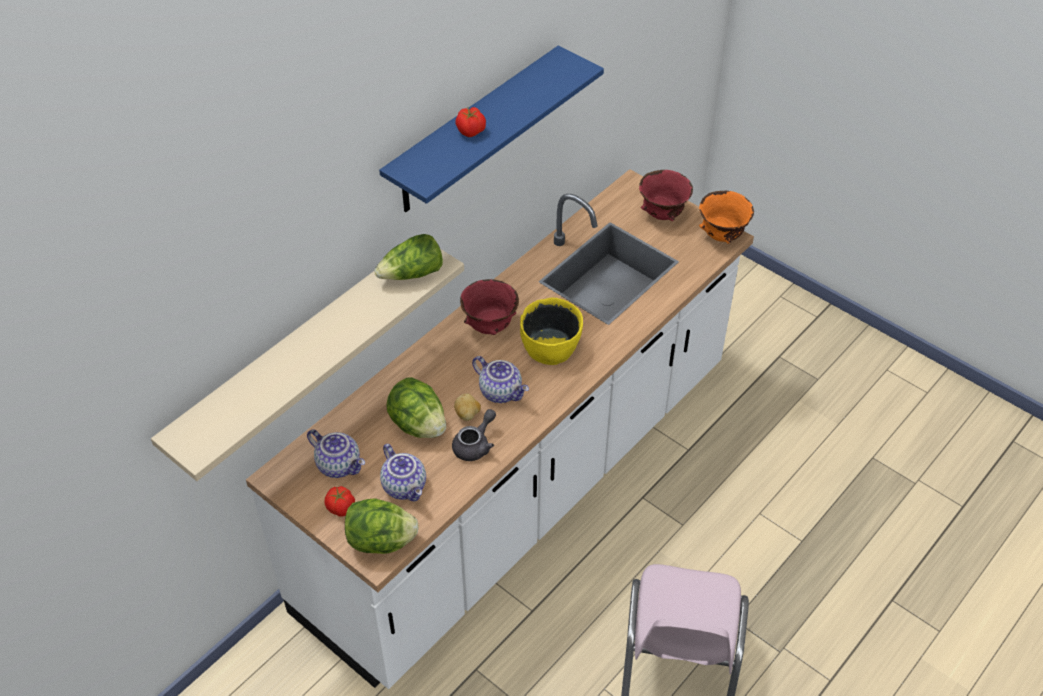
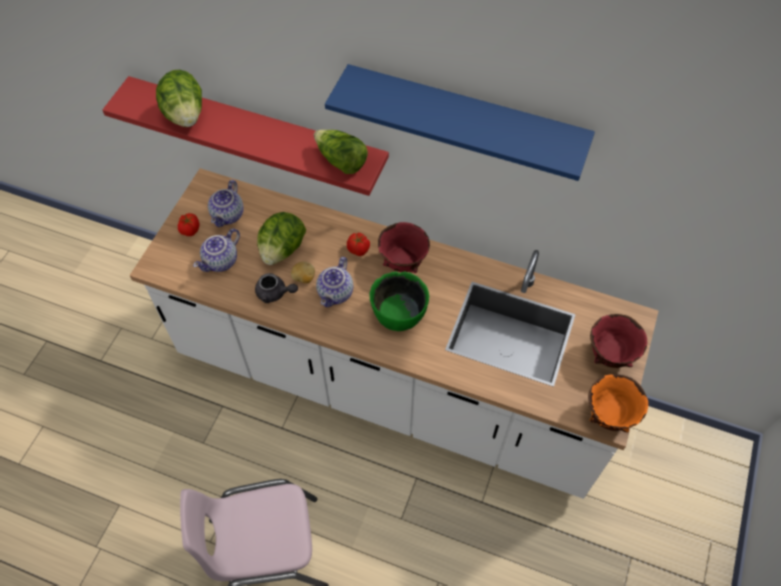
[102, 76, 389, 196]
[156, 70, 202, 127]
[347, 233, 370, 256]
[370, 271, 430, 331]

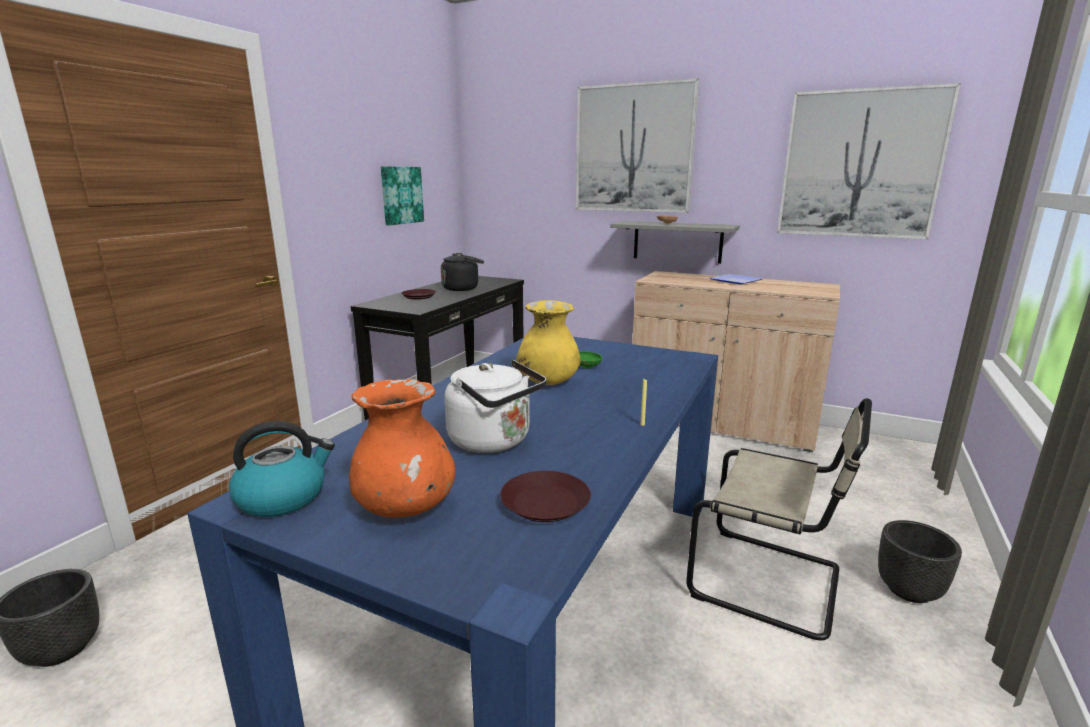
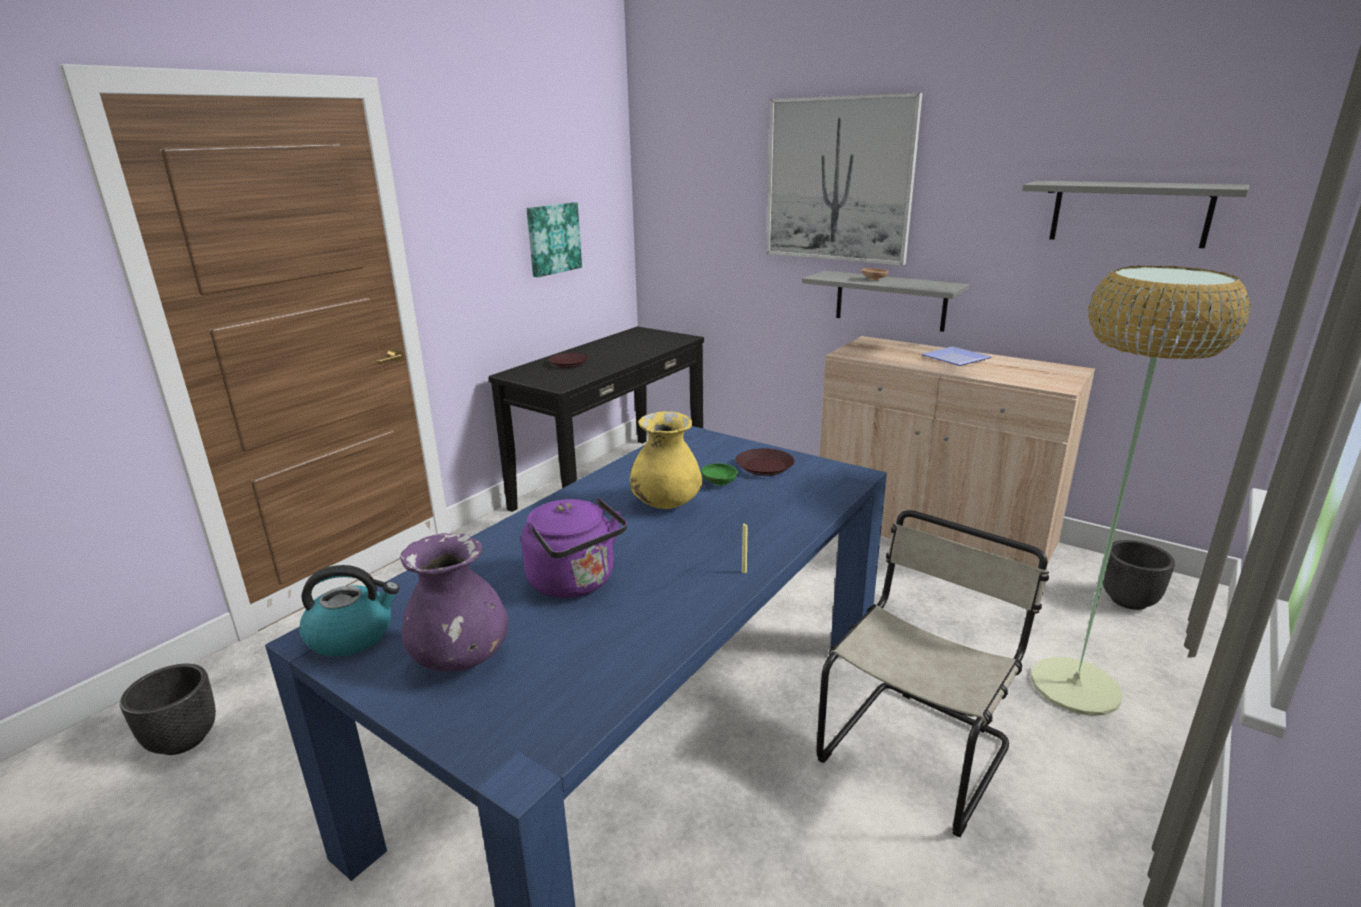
[400, 533, 509, 671]
[521, 497, 627, 598]
[736, 448, 795, 476]
[816, 510, 1049, 837]
[1022, 181, 1249, 248]
[1031, 265, 1250, 716]
[1103, 540, 1175, 610]
[441, 253, 484, 291] (first image)

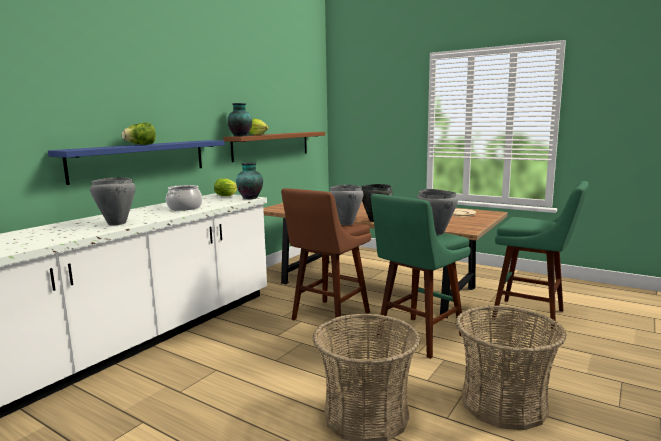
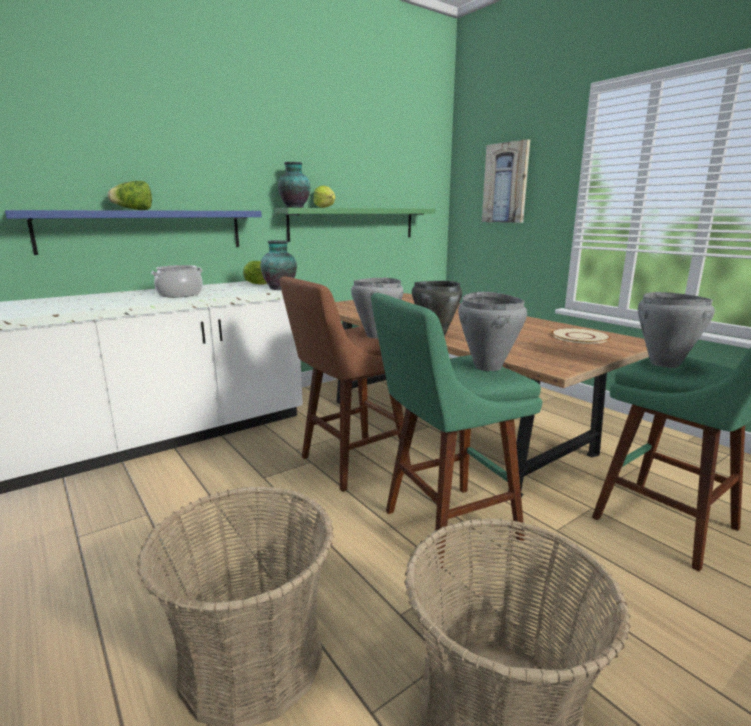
[274, 208, 435, 242]
[482, 139, 530, 223]
[638, 292, 715, 368]

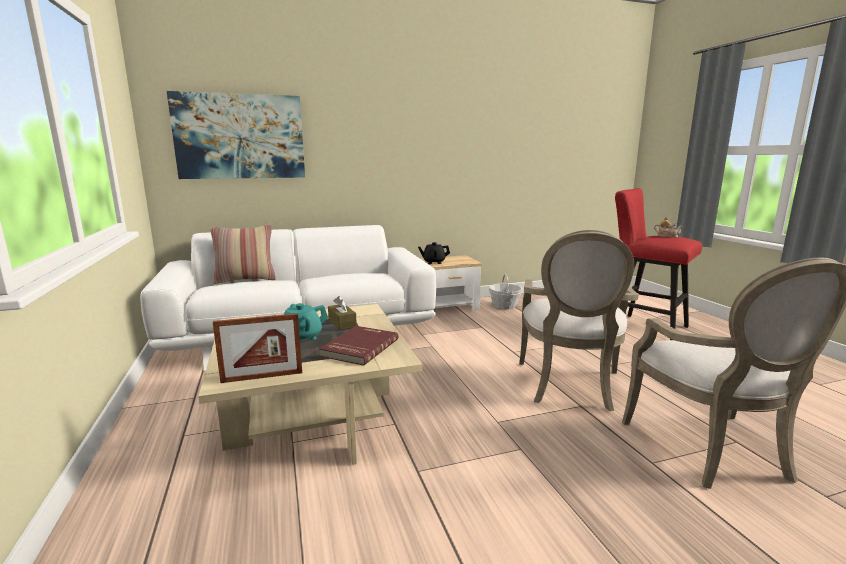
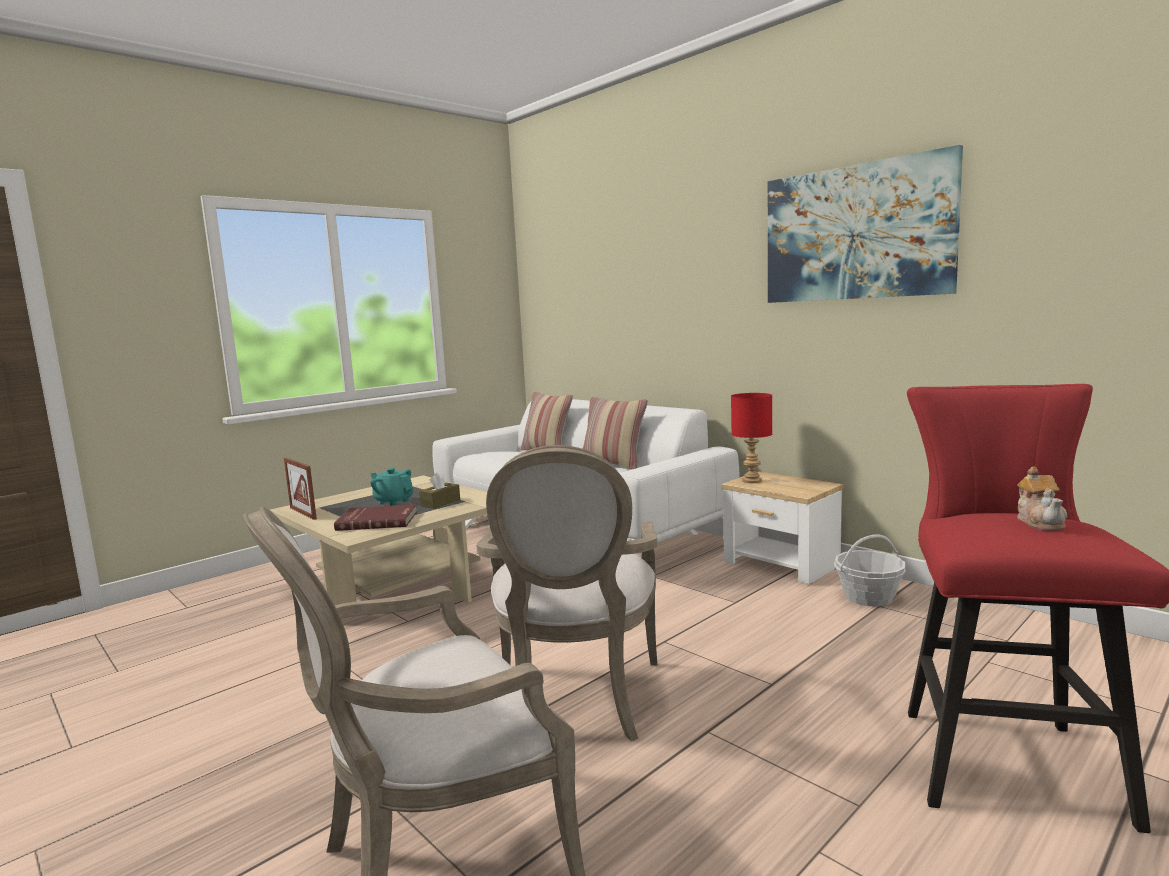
[476, 445, 658, 741]
[583, 397, 648, 469]
[731, 393, 772, 483]
[768, 145, 963, 303]

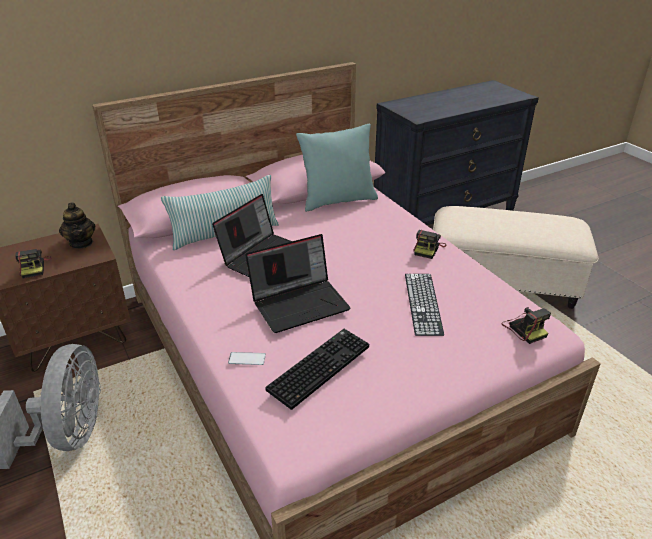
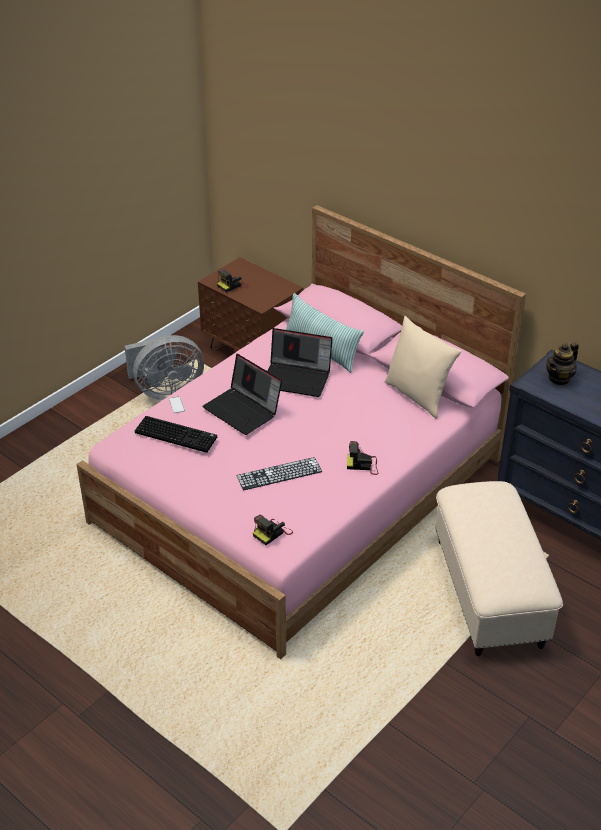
[385, 316, 461, 419]
[546, 342, 579, 386]

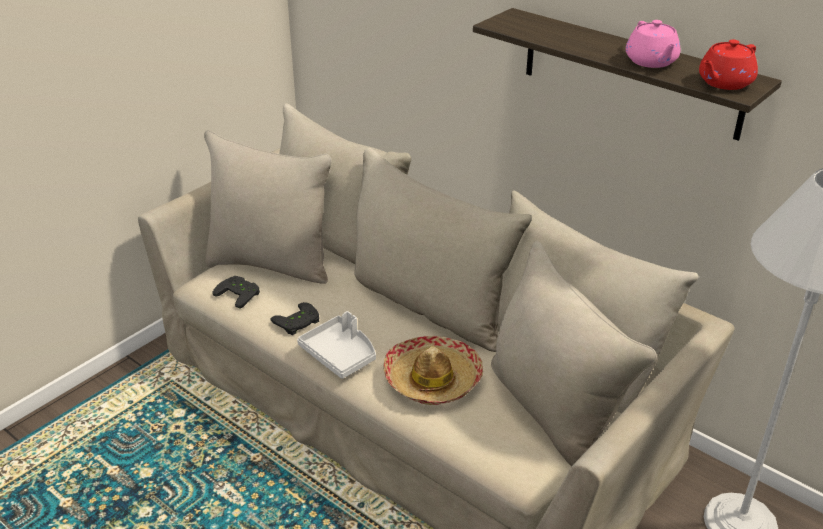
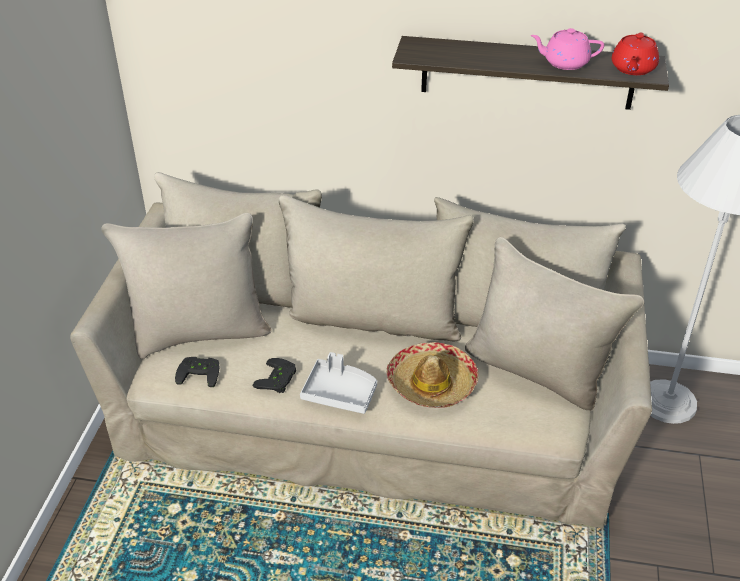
[531, 28, 604, 70]

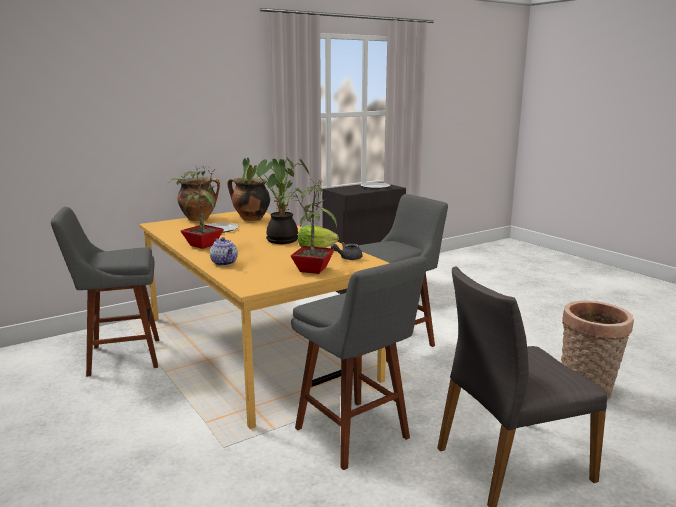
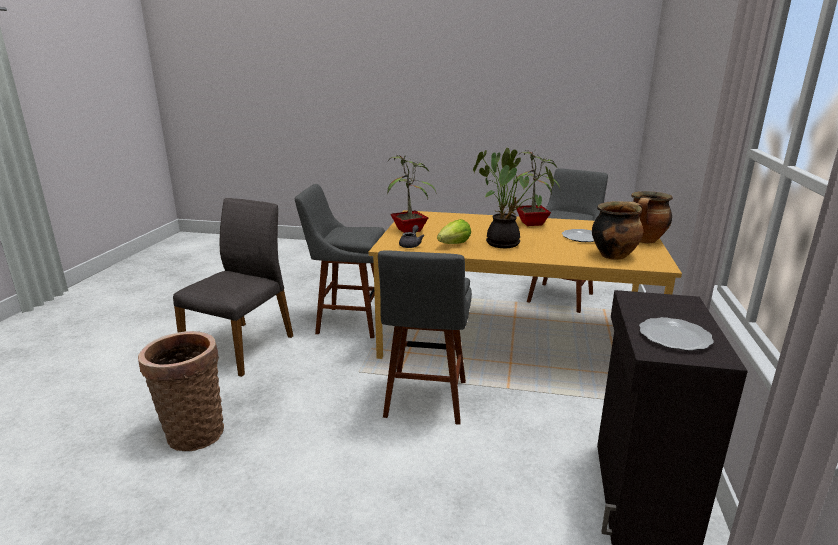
[210, 237, 238, 266] (first image)

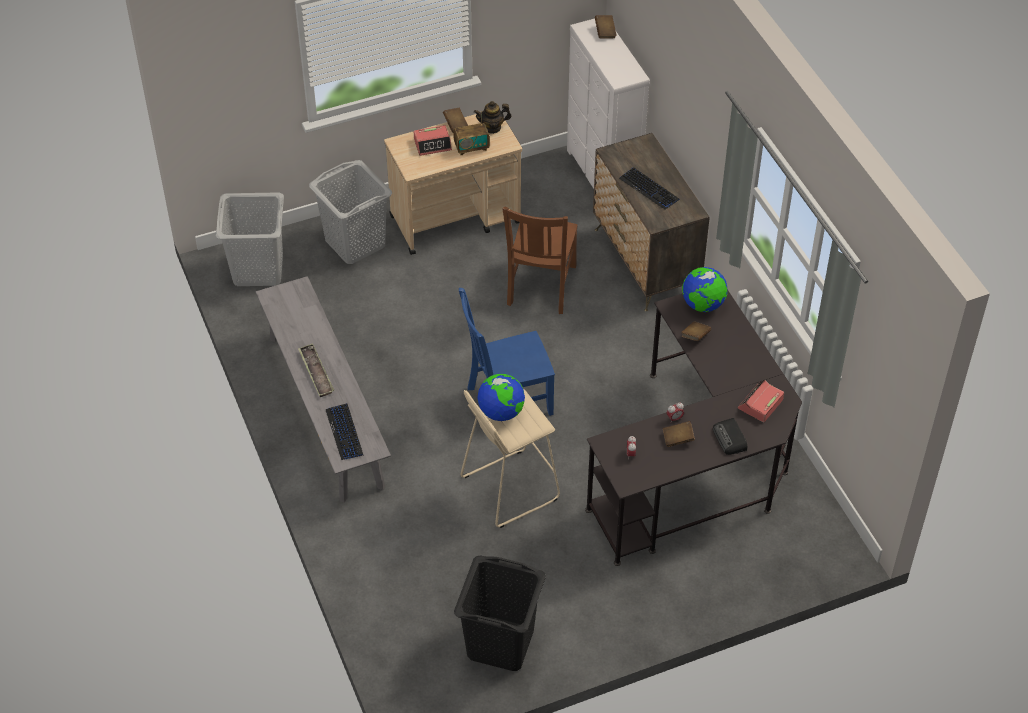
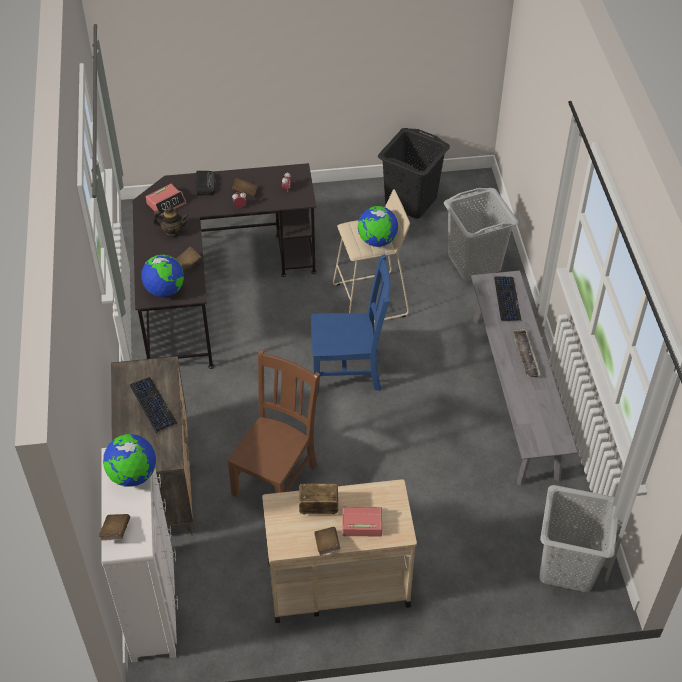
[103, 434, 156, 487]
[153, 207, 189, 237]
[444, 188, 518, 280]

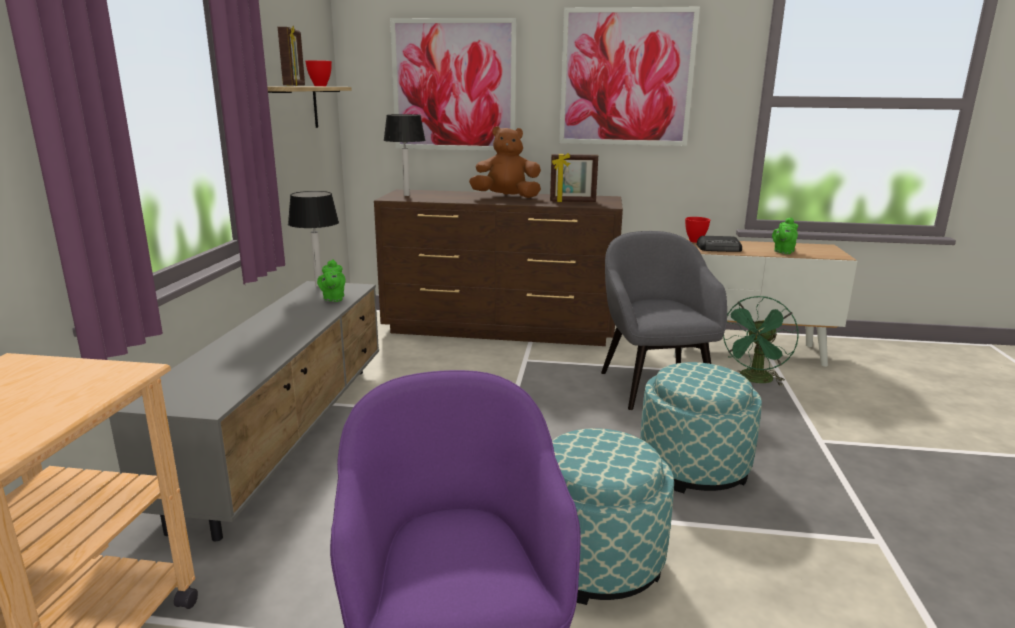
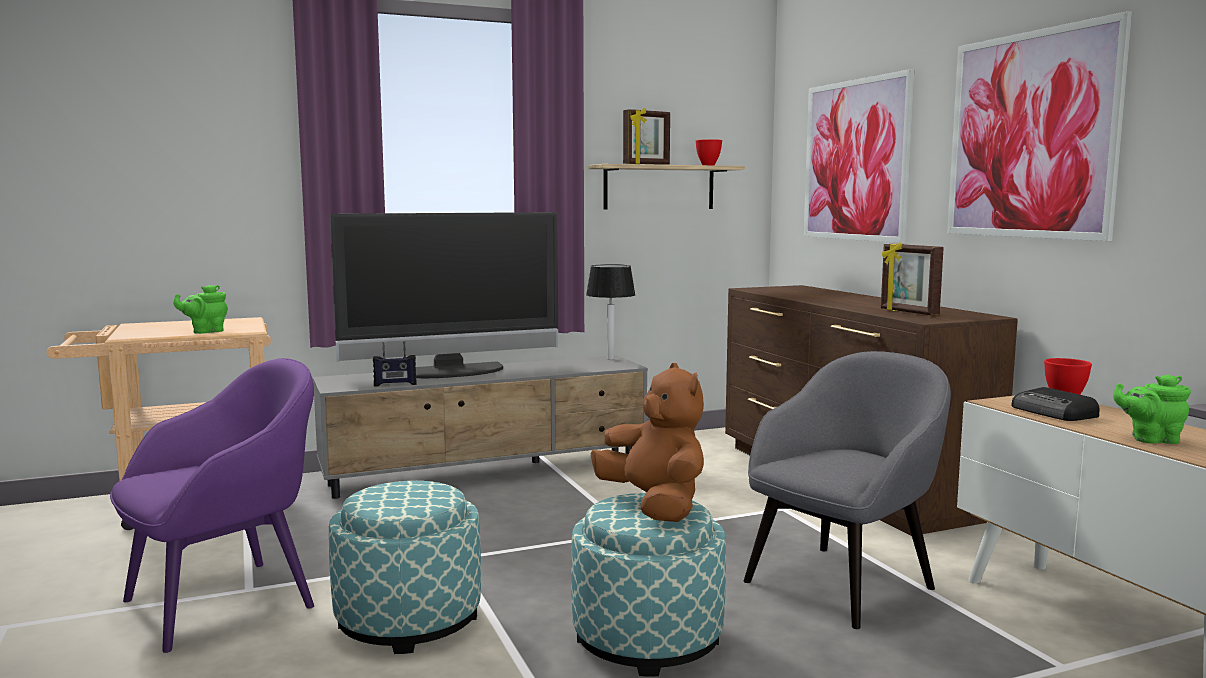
[173, 285, 228, 334]
[330, 212, 558, 378]
[373, 341, 416, 387]
[590, 363, 704, 522]
[384, 114, 426, 196] (first image)
[722, 296, 799, 386] (first image)

